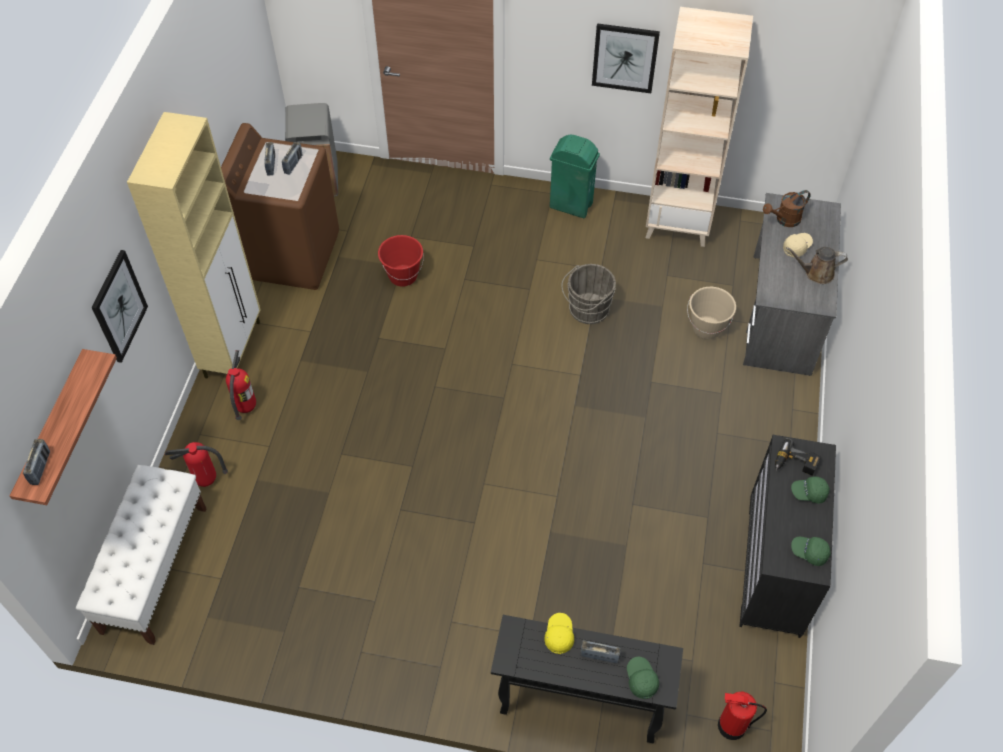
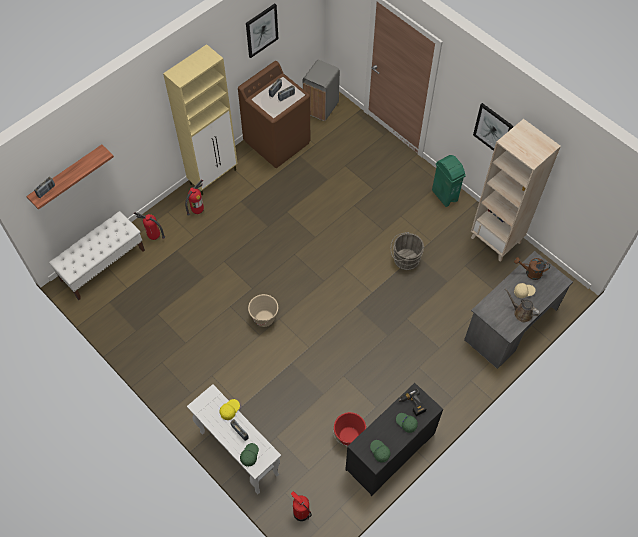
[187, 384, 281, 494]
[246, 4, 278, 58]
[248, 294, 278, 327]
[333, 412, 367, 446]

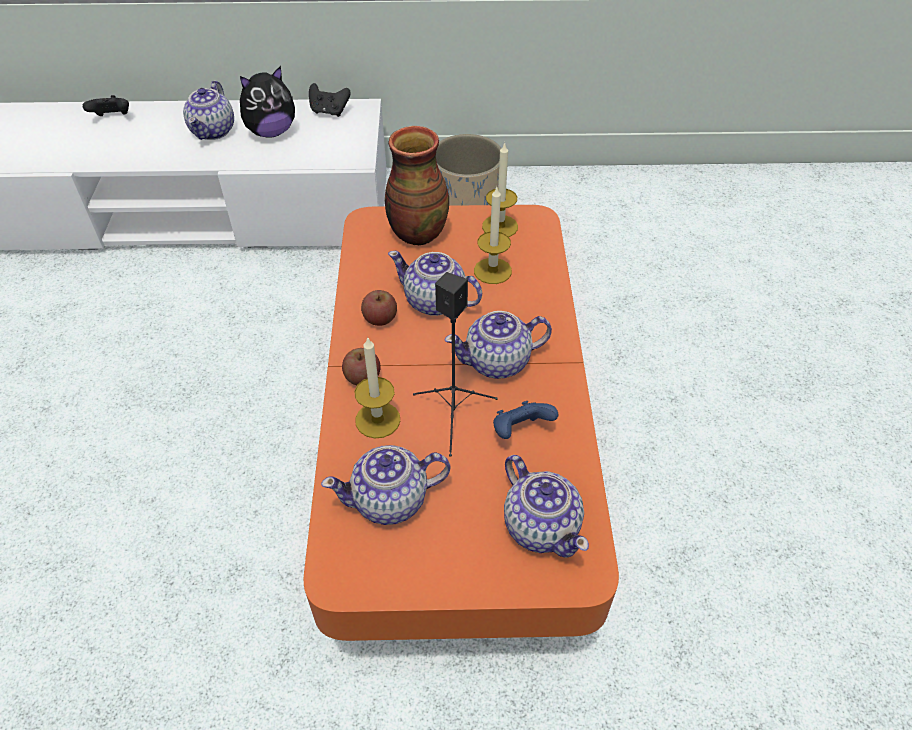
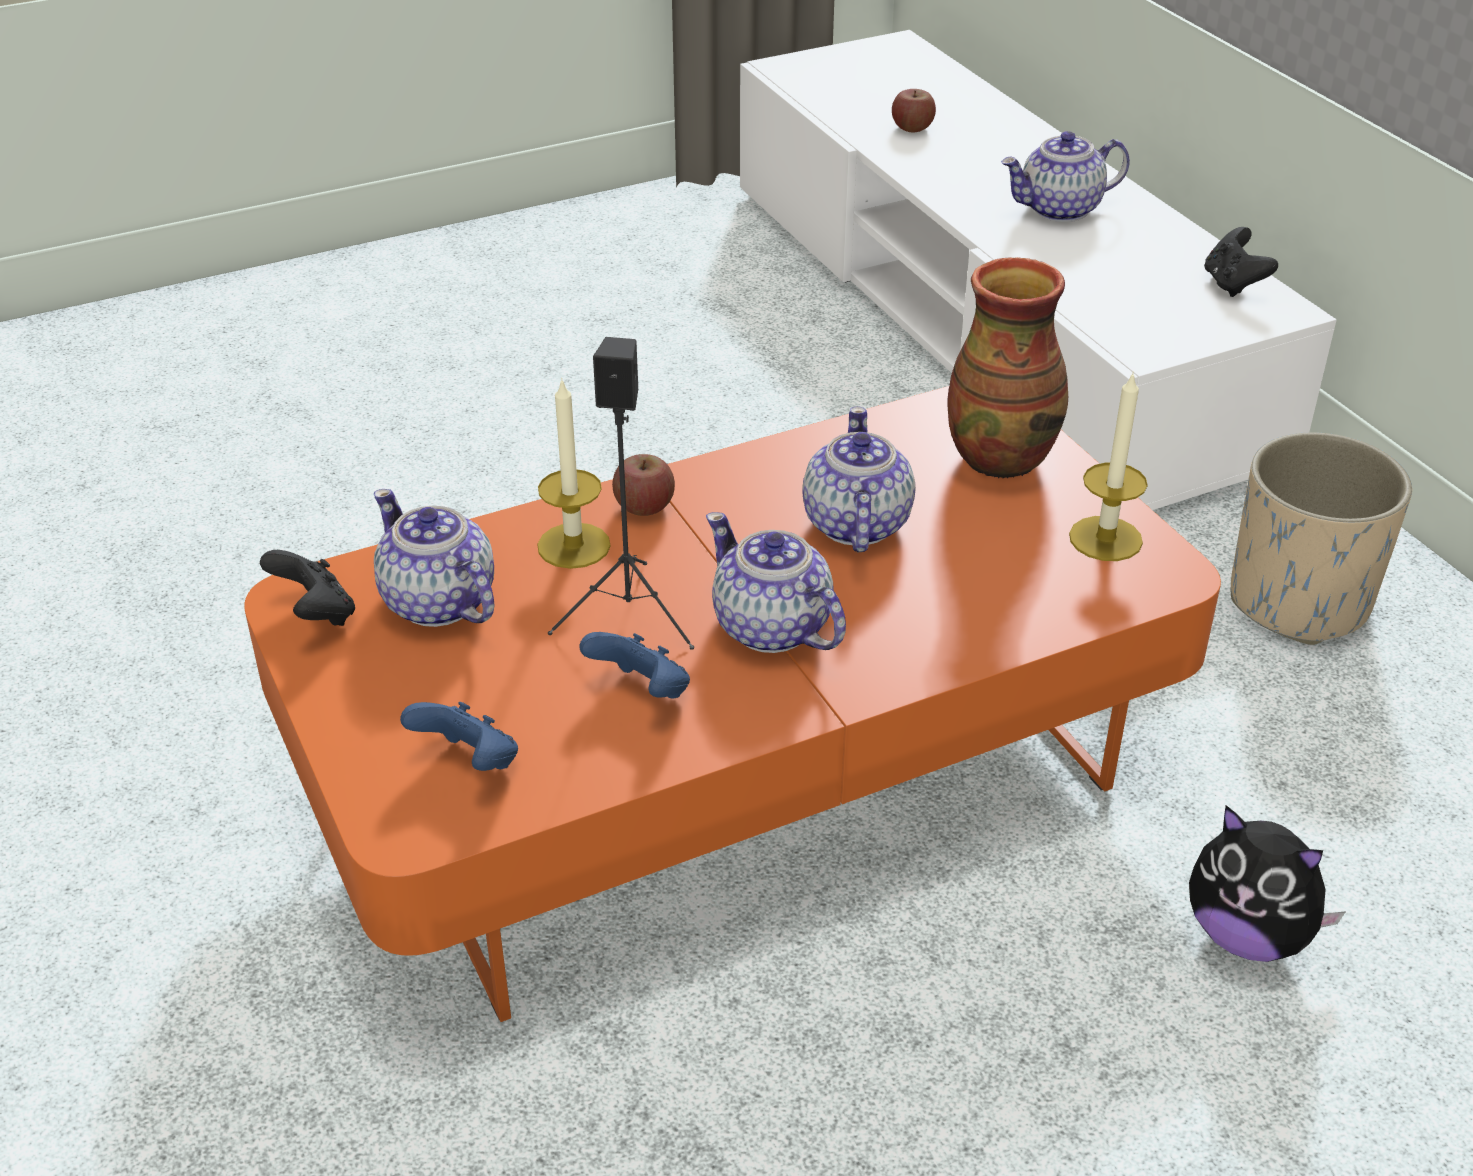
[260, 550, 355, 626]
[400, 702, 518, 771]
[892, 89, 936, 132]
[1189, 805, 1346, 962]
[474, 187, 512, 284] (first image)

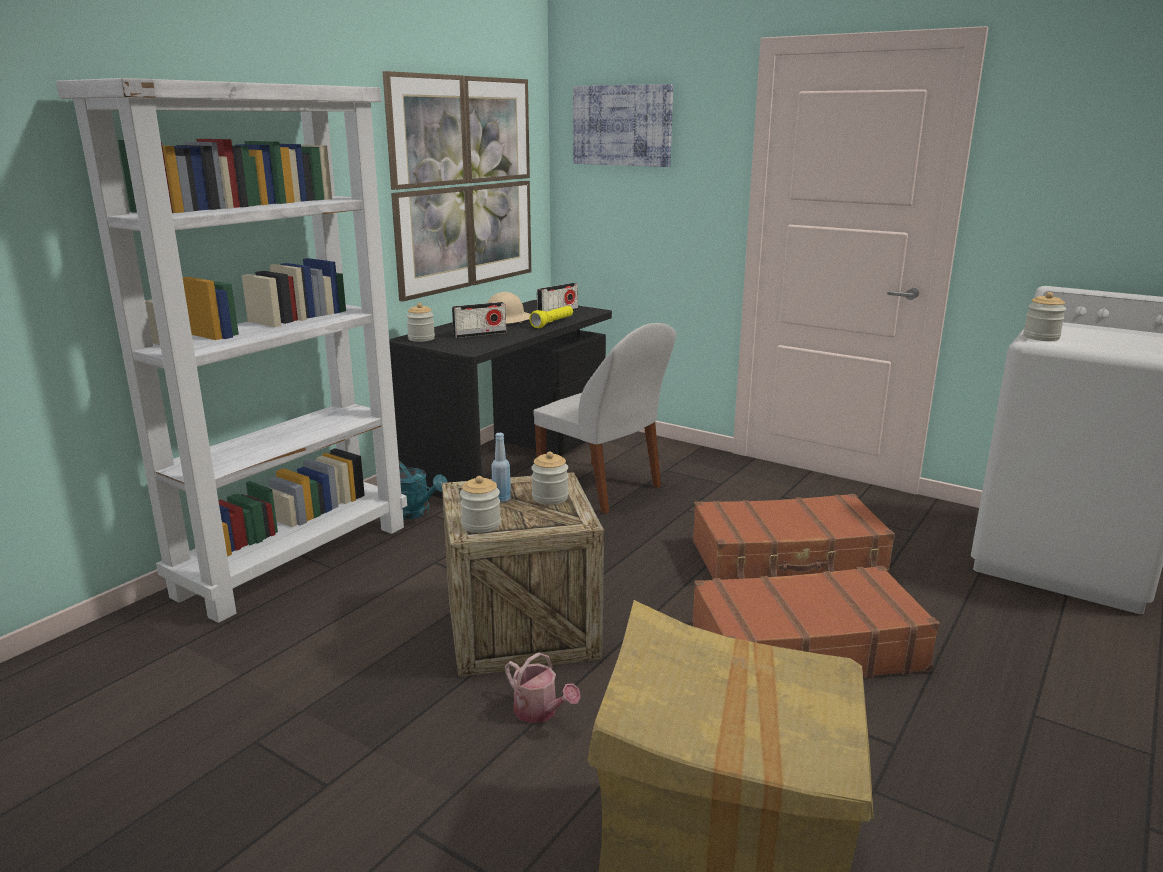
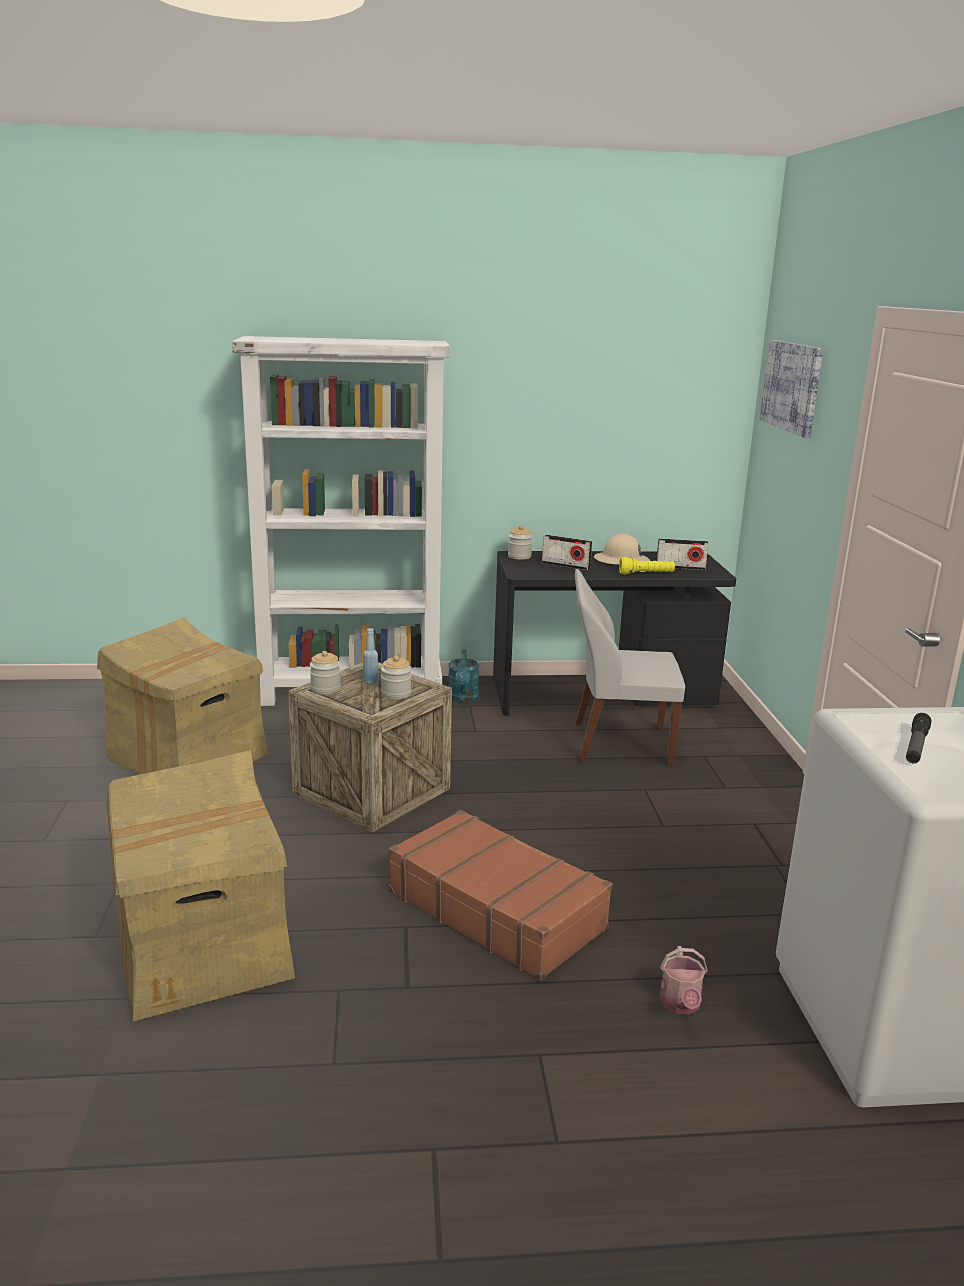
[97, 617, 268, 774]
[575, 569, 685, 766]
[659, 946, 708, 1014]
[906, 713, 931, 763]
[382, 71, 531, 302] (first image)
[692, 494, 895, 580] (first image)
[1023, 292, 1066, 341] (first image)

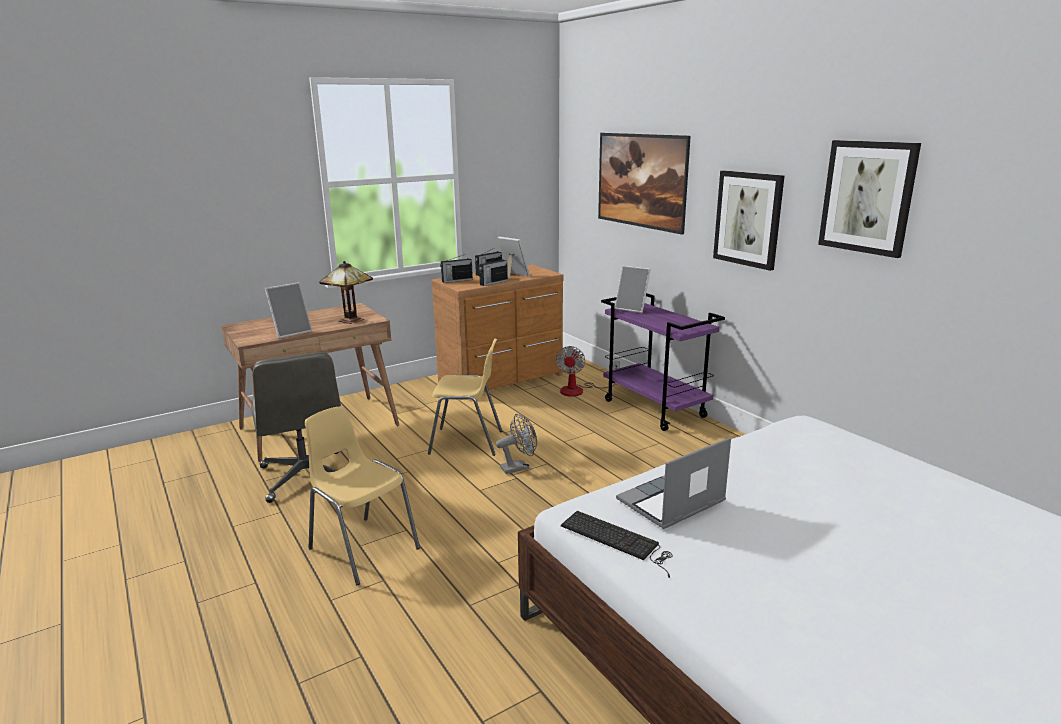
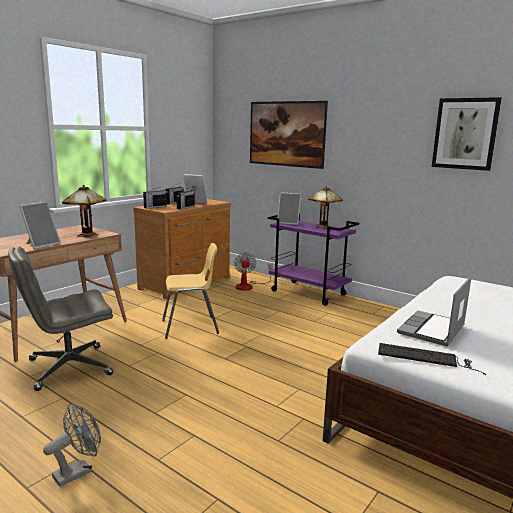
[8, 246, 113, 391]
[43, 404, 101, 487]
[308, 186, 343, 229]
[305, 406, 420, 585] (first image)
[713, 171, 785, 271] (first image)

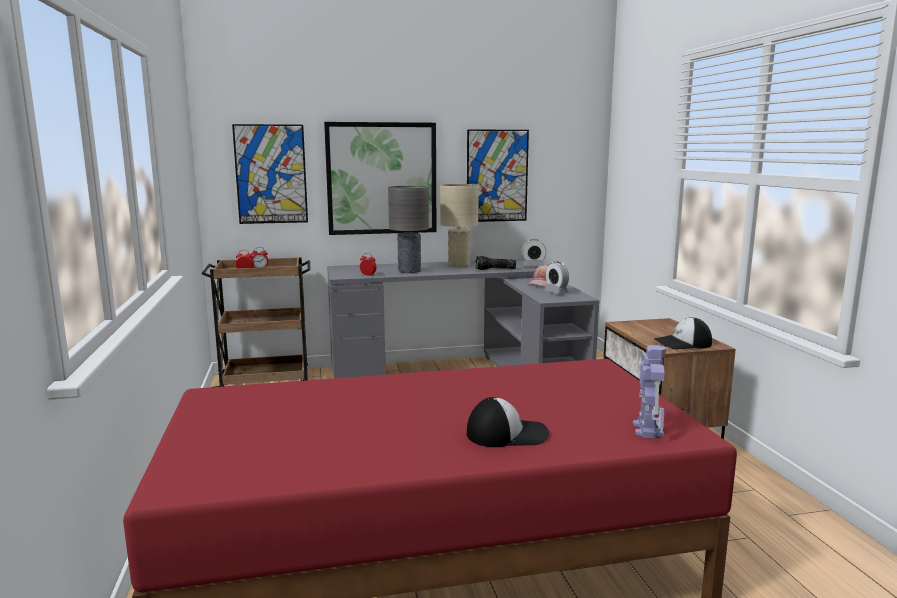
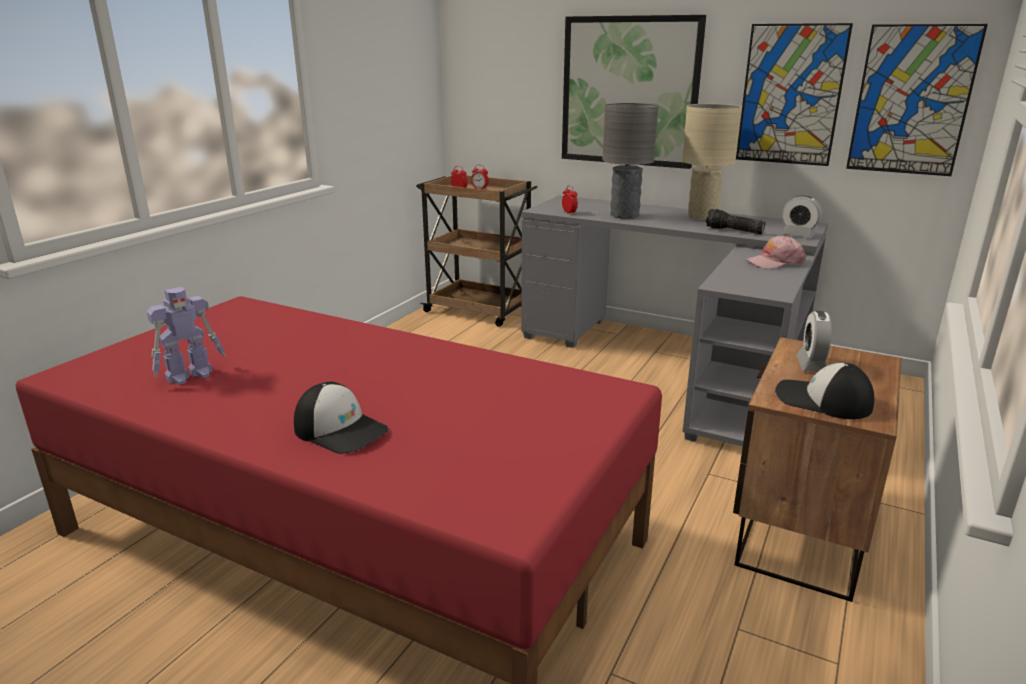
[147, 287, 226, 385]
[797, 311, 832, 372]
[846, 24, 988, 176]

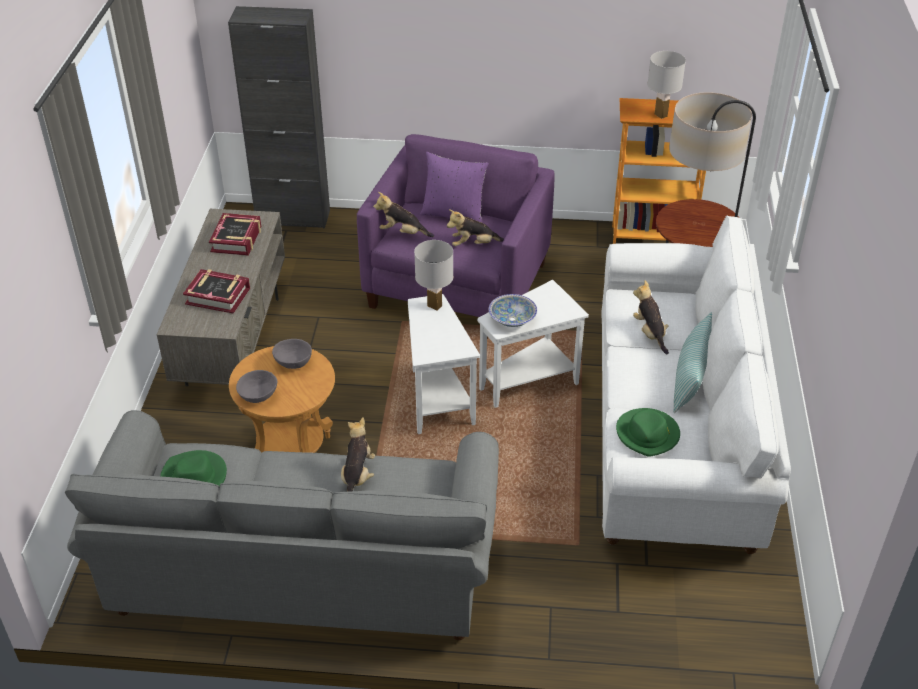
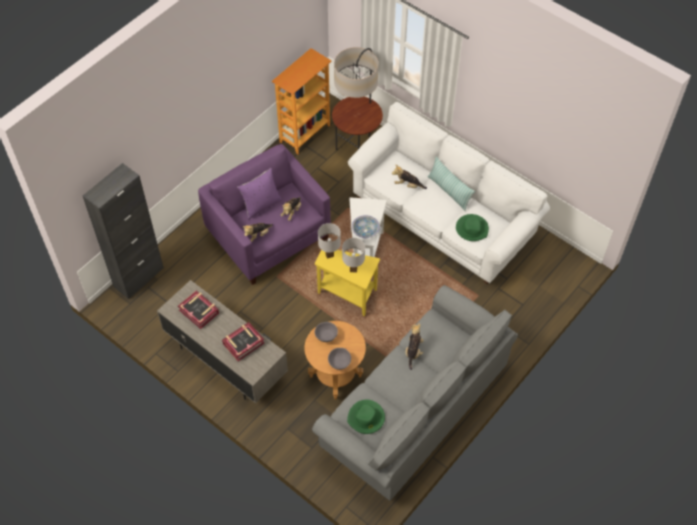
[315, 250, 380, 316]
[342, 238, 365, 272]
[405, 323, 424, 370]

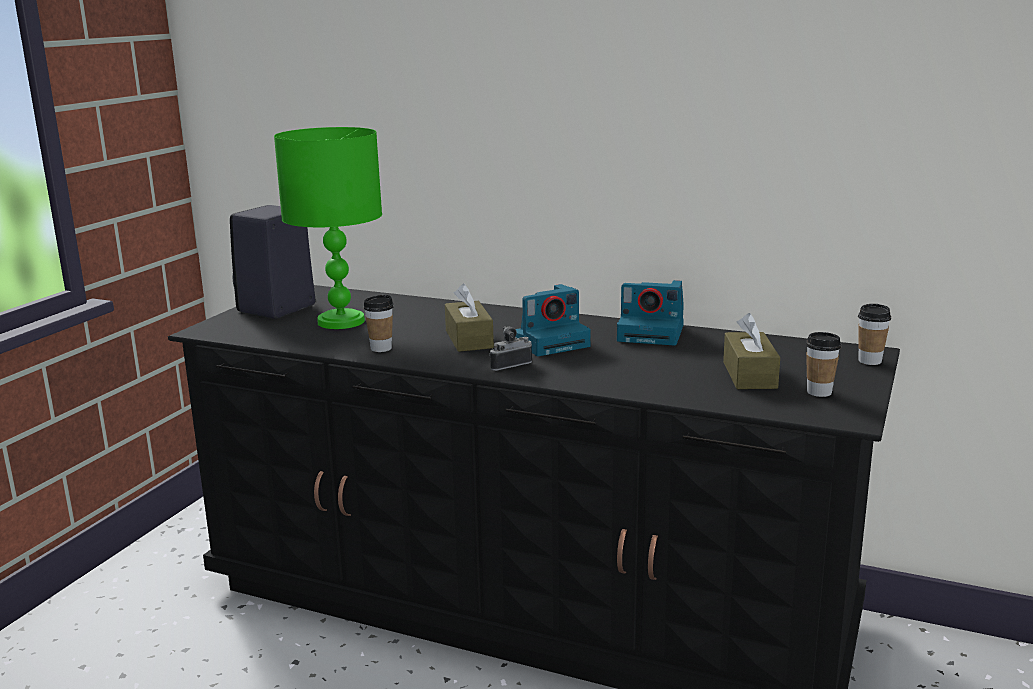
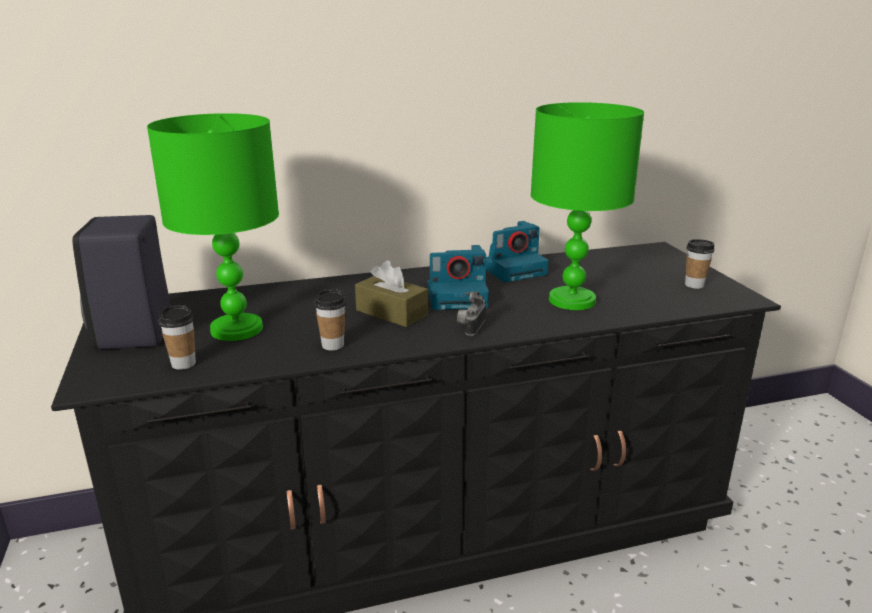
[159, 305, 196, 370]
[428, 245, 489, 310]
[531, 102, 644, 310]
[723, 313, 780, 389] (first image)

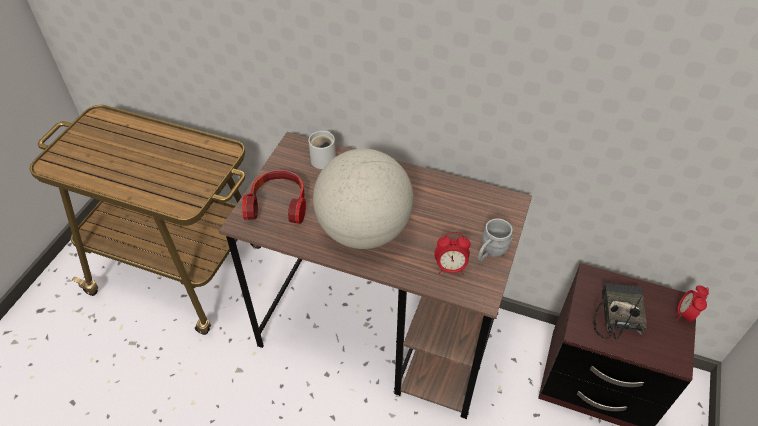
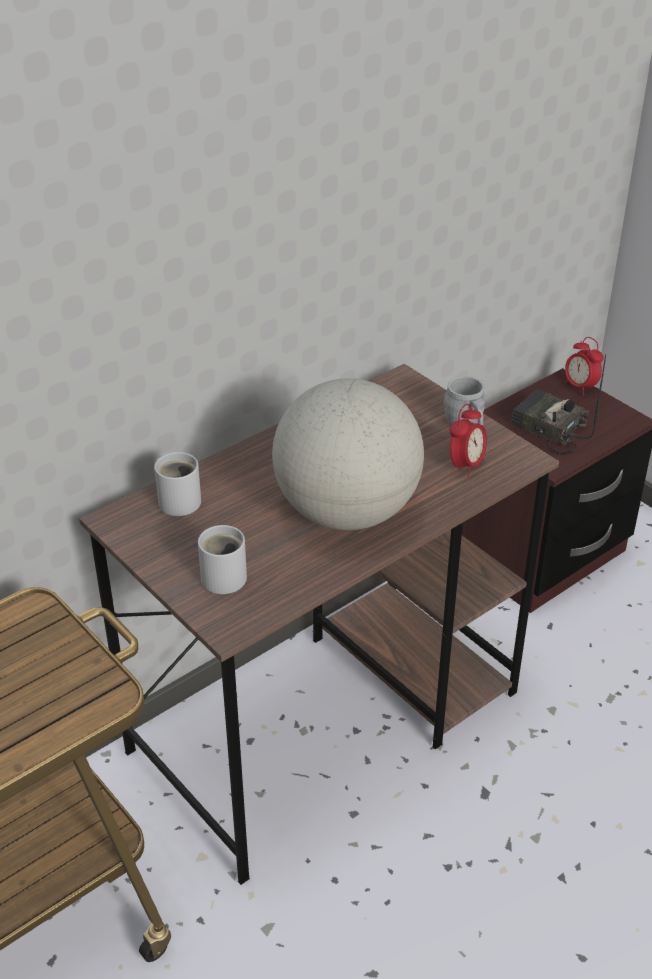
[198, 525, 247, 594]

